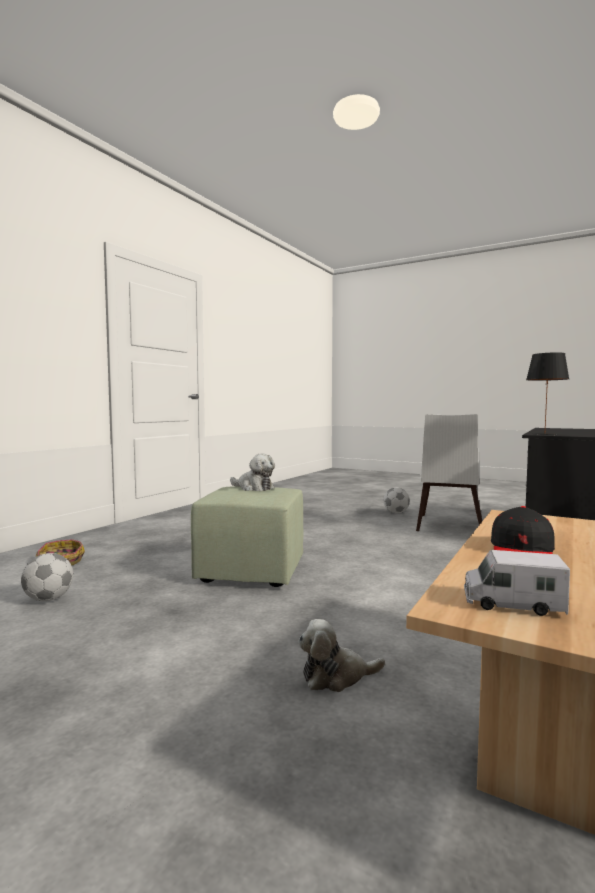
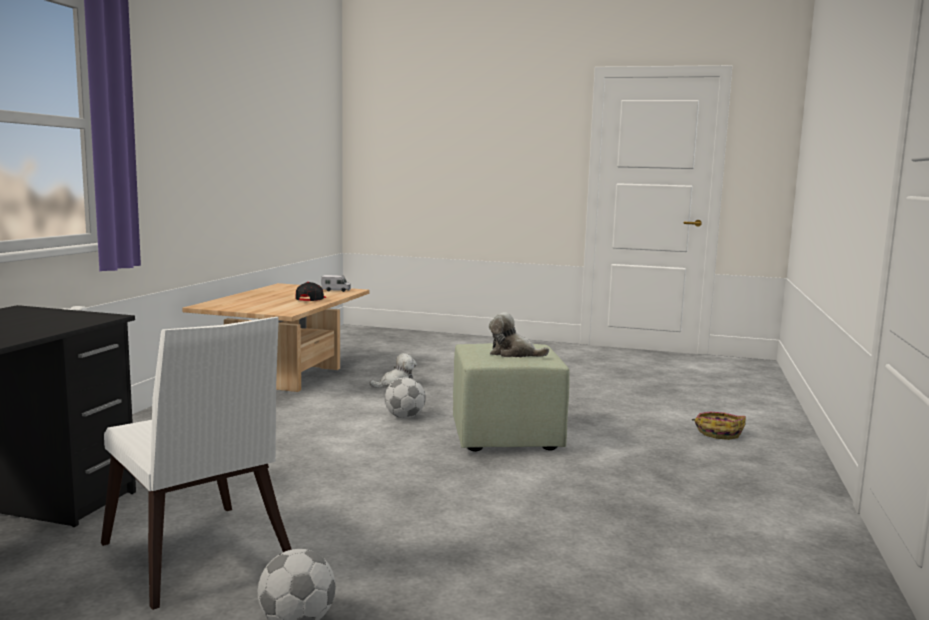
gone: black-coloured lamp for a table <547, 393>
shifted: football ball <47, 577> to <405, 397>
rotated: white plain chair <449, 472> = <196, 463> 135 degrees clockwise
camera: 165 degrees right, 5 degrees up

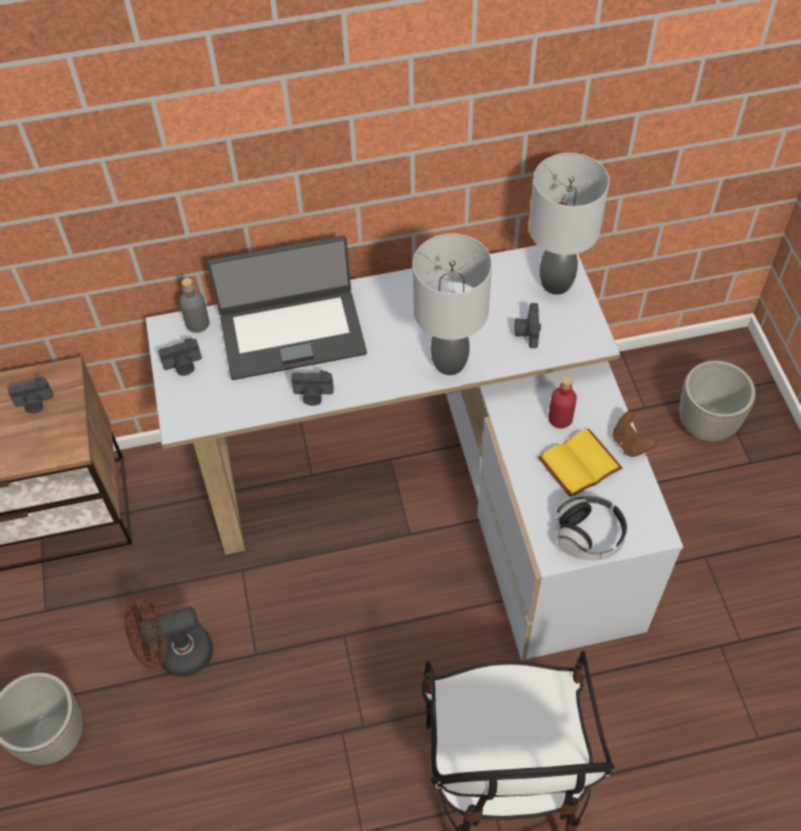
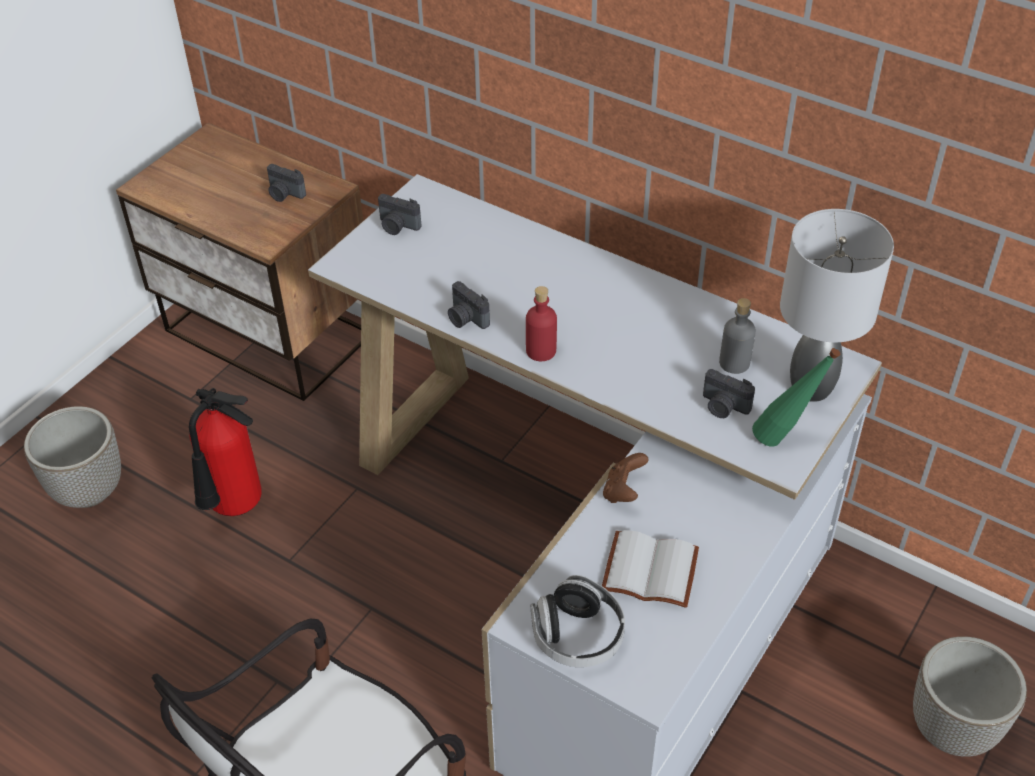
gone: laptop <287, 307>; greyish lamp for a table <452, 304>
new: greenish drink bottle <796, 397>
shifted: greyish drink bottle <194, 305> to <737, 336>; reddish drink bottle <562, 402> to <541, 323>; brown gamepad <634, 434> to <625, 478>
swapped: brown fan <168, 636> to extinguisher <225, 452>
repainted: yellow-coloured bound book <580, 462> to white bound book <650, 569>
rotated: still camera <528, 325> = <729, 393> 105 degrees counterclockwise
camera: 45 degrees right, 10 degrees down

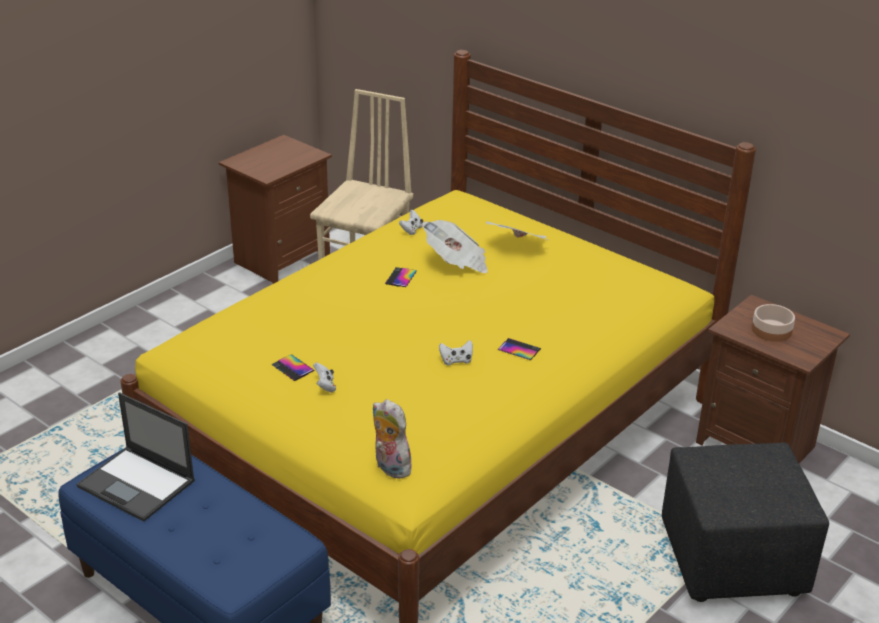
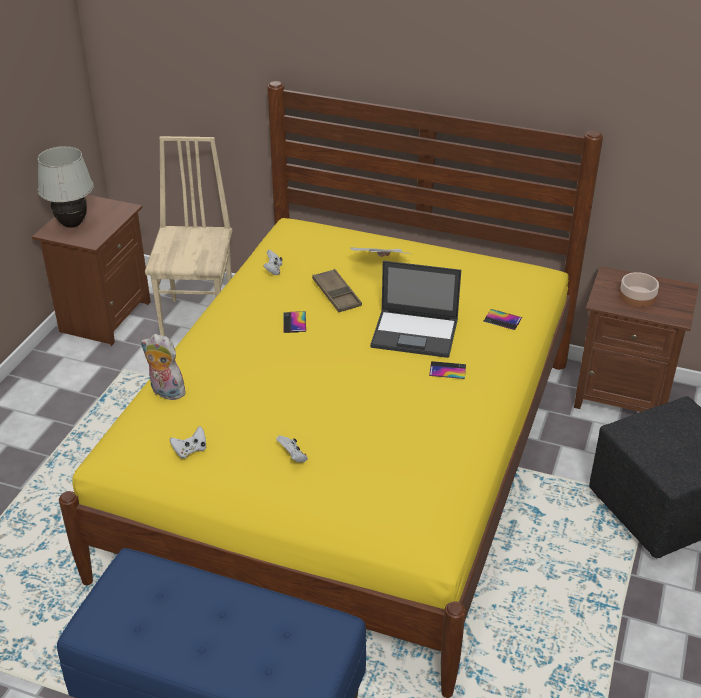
new: white lamp for a table <66, 187>
shifted: laptop <136, 457> to <415, 309>; handset <293, 367> to <503, 319>; soft toy <393, 439> to <163, 367>; white gamepad <456, 353> to <188, 442>
swapped: newspaper <455, 246> to brown carrying tray <337, 291>
camera: 20 degrees left, 5 degrees up

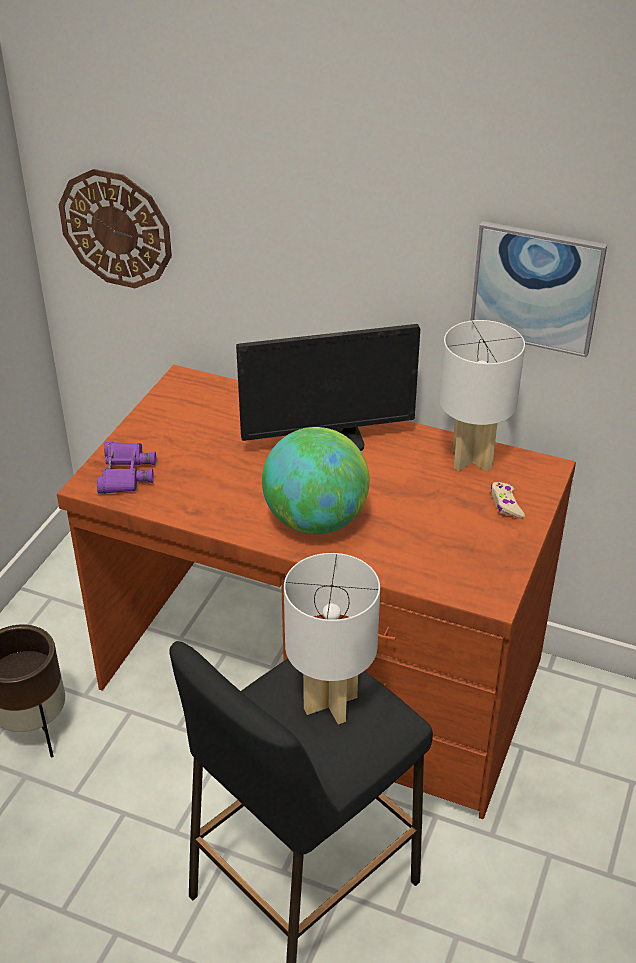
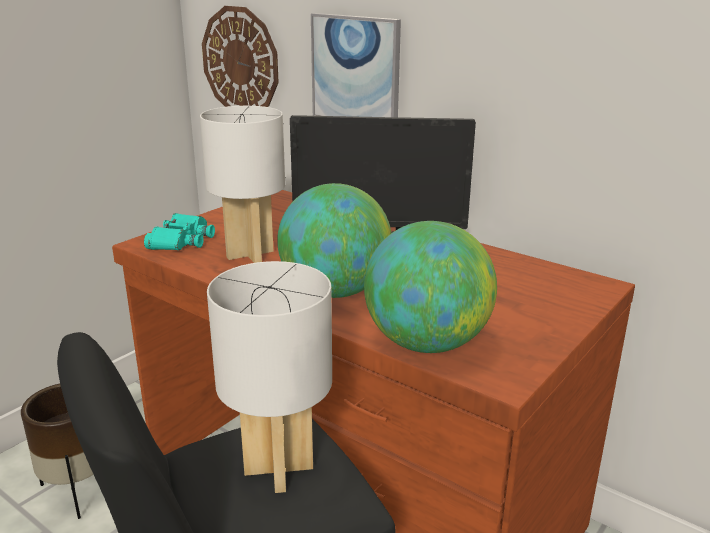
gone: beige gamepad <508, 500>
new: globe <430, 287>
shifted: white lamp for a table <482, 396> to <242, 184>; wall art <539, 289> to <356, 65>
repainted: purple-coloured field glasses <126, 467> to turquoise field glasses <179, 231>
camera: 15 degrees right, 15 degrees down

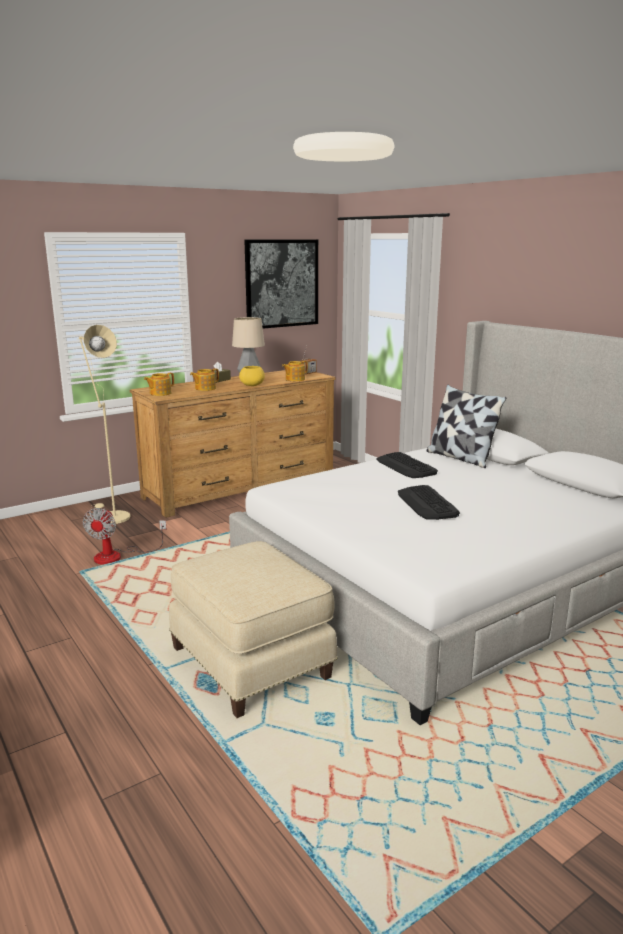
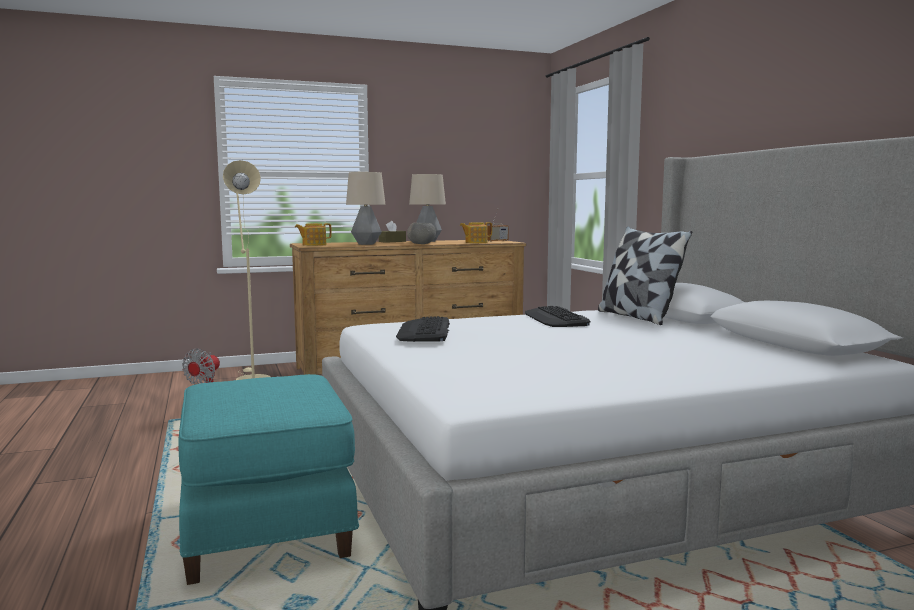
gone: wall art <281, 284>
shifted: computer keyboard <429, 502> to <423, 329>
swapped: tea pot <204, 379> to lamp for a table <366, 208>
repainted: beige footrest <253, 629> to turquoise footrest <268, 479>; yellow-coloured serving bowl <252, 376> to greyish serving bowl <421, 233>
camera: 15 degrees right, 10 degrees down

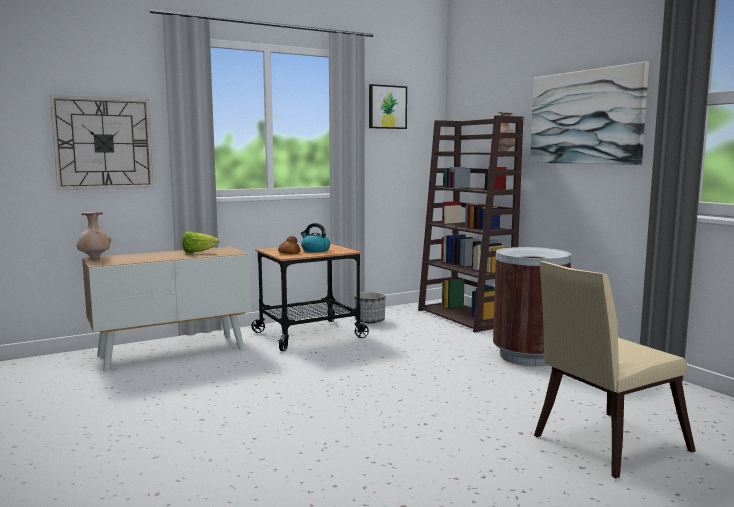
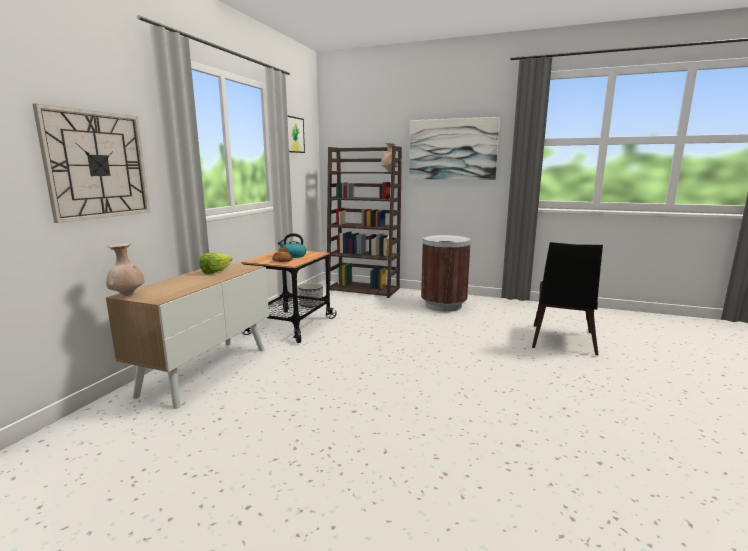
repainted: beige plain chair <615, 369> to black-coloured plain chair <567, 298>
camera: 40 degrees left, 5 degrees up

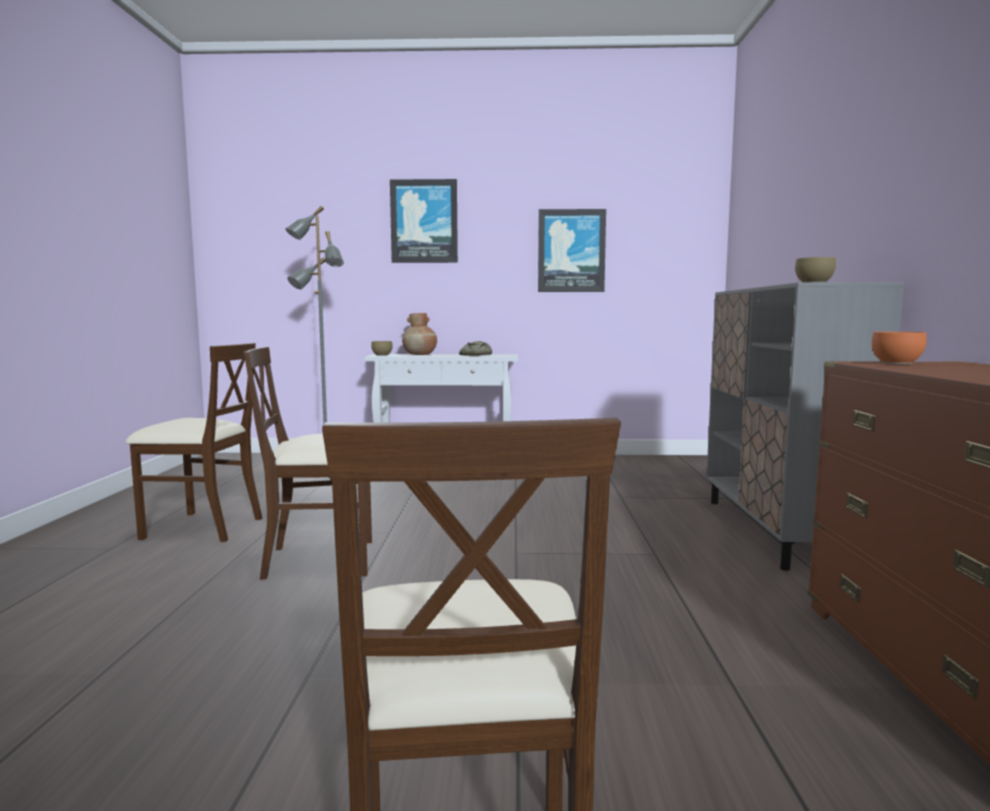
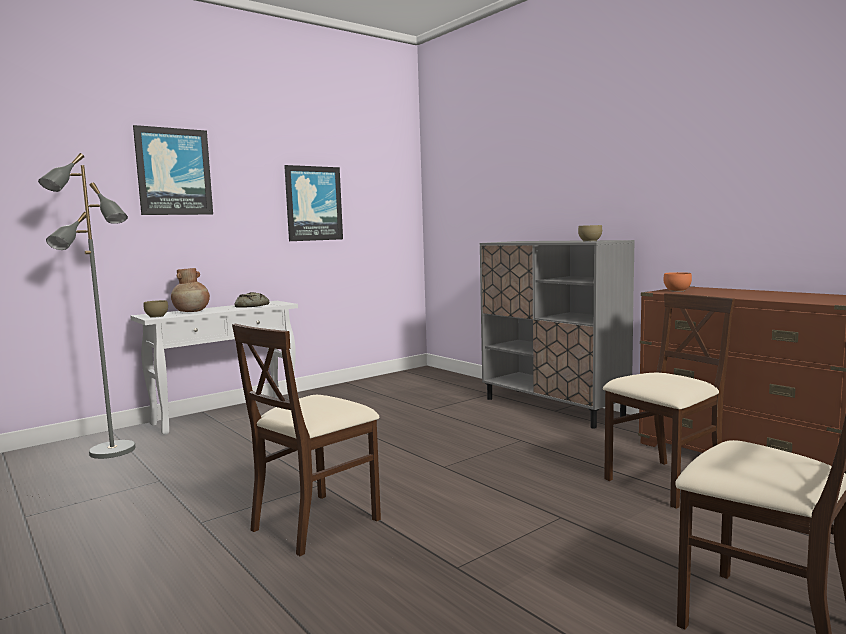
shifted: beige plain chair <194, 442> to <669, 401>
camera: 40 degrees left, 0 degrees up

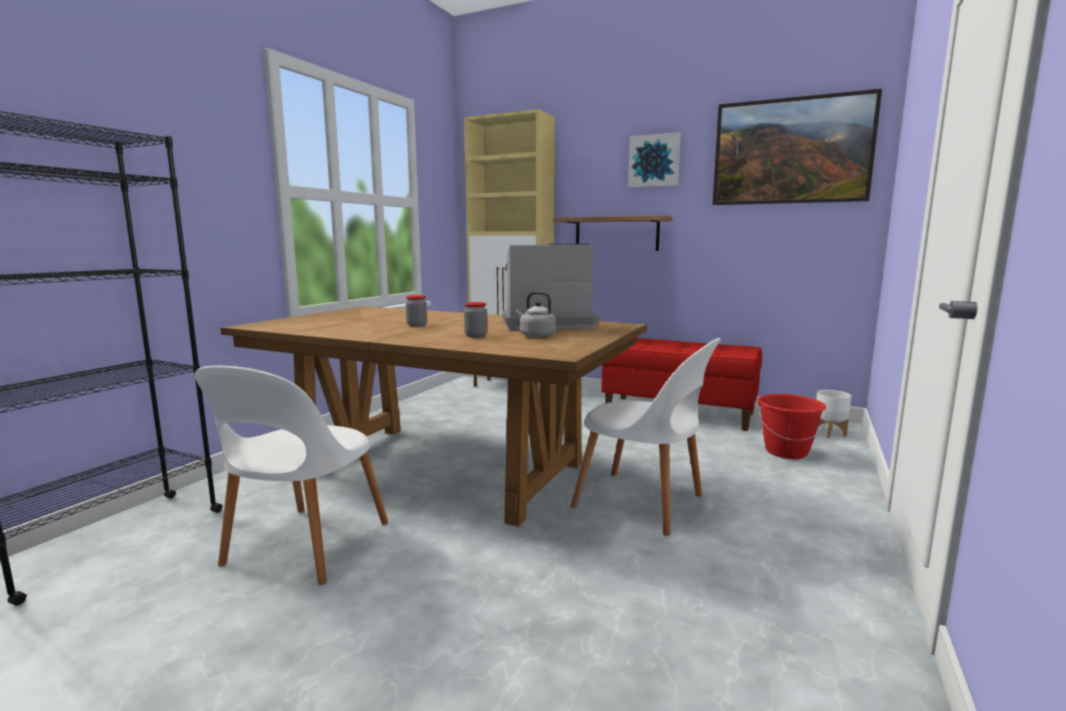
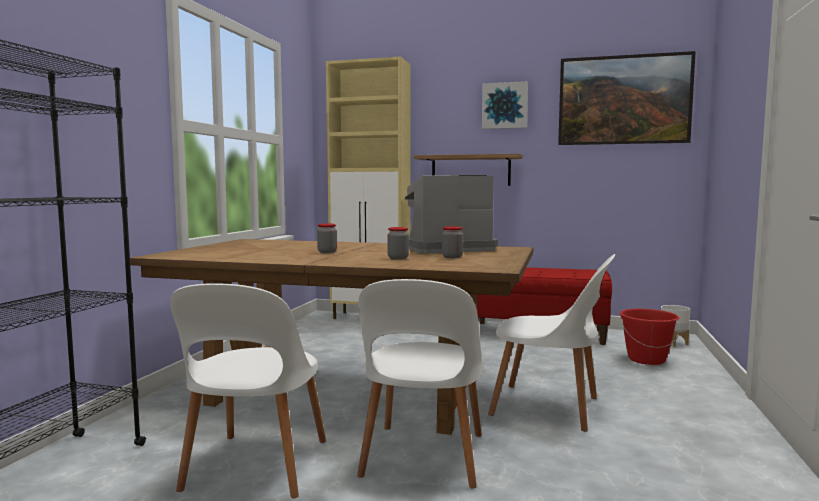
new: white plain chair <420, 384>
swapped: greyish tea kettle <536, 314> to preserve jar <452, 242>
camera: 10 degrees left, 5 degrees down

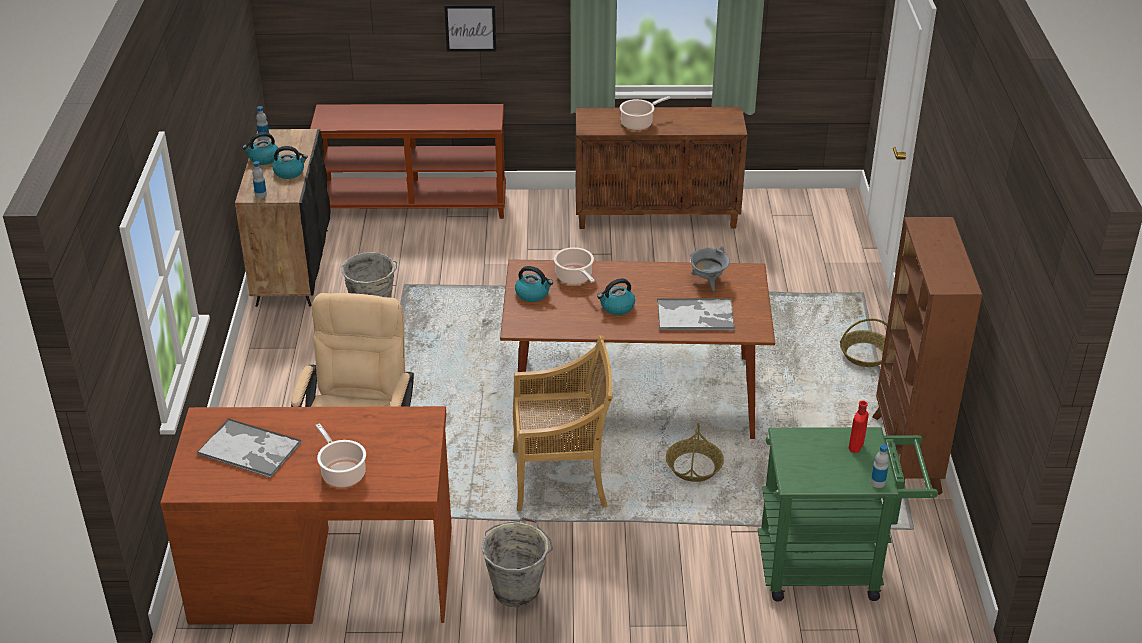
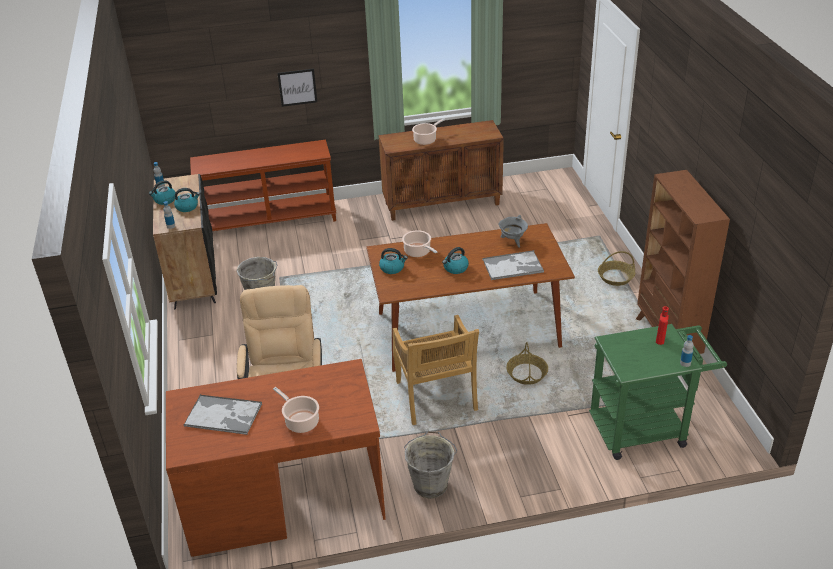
rotated: beige plain chair <563, 423> = <436, 370> 90 degrees clockwise
camera: 10 degrees left, 0 degrees up

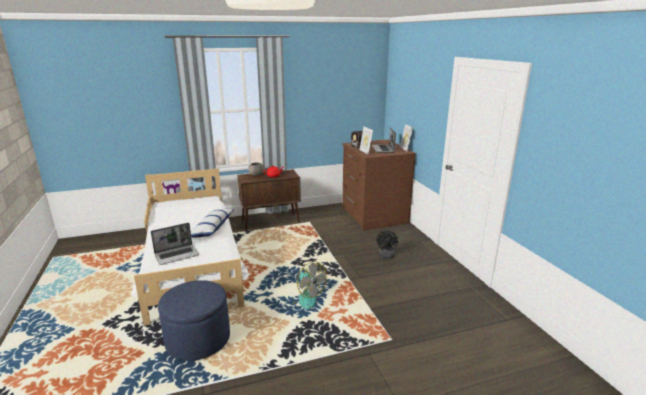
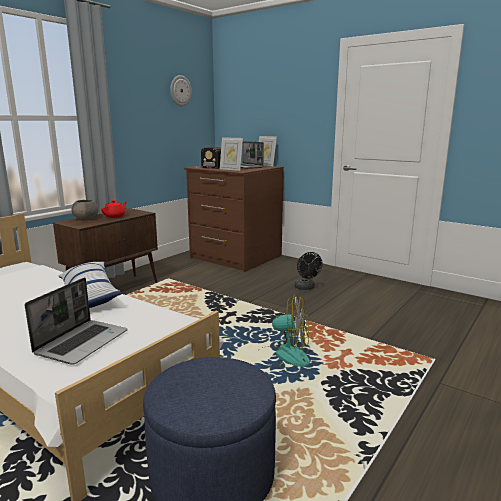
new: clock on the wall <181, 90>
camera: 35 degrees left, 5 degrees down

